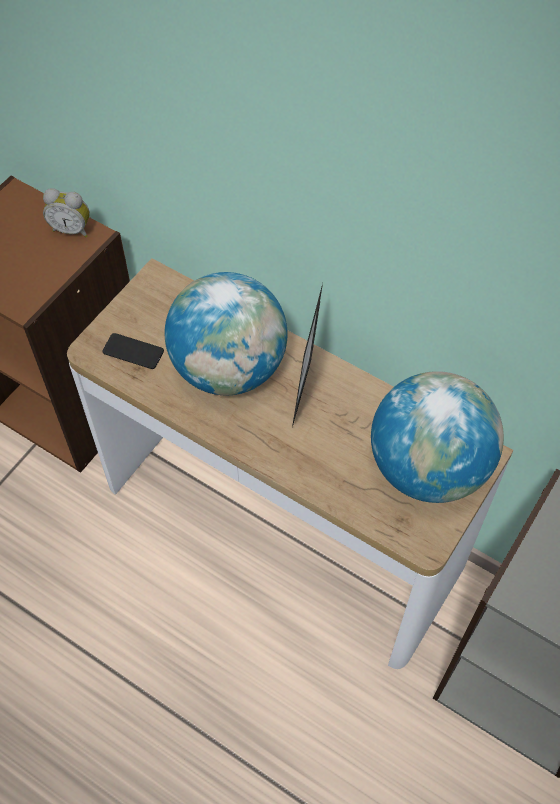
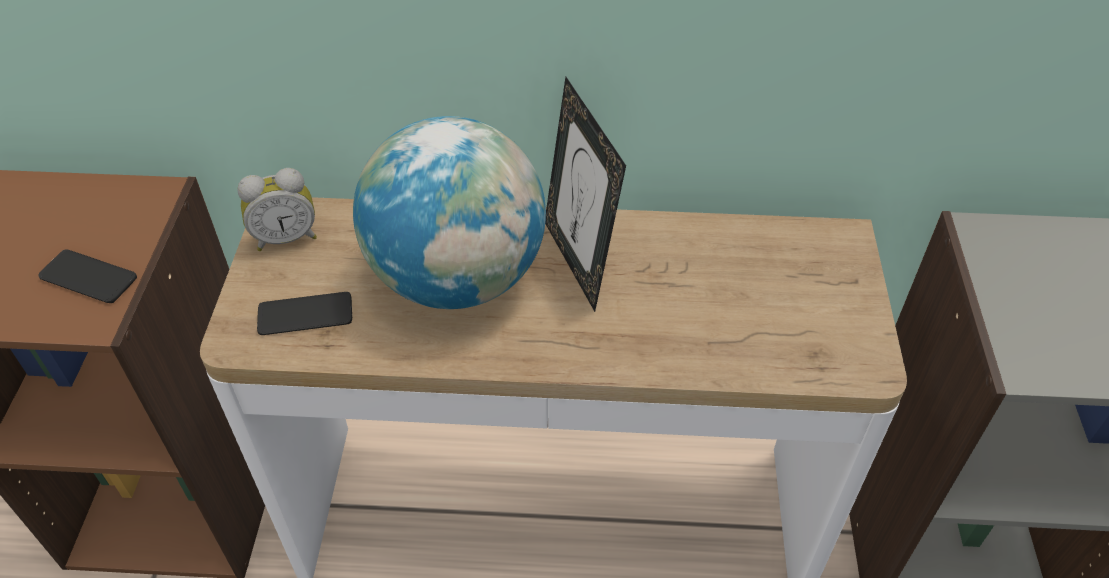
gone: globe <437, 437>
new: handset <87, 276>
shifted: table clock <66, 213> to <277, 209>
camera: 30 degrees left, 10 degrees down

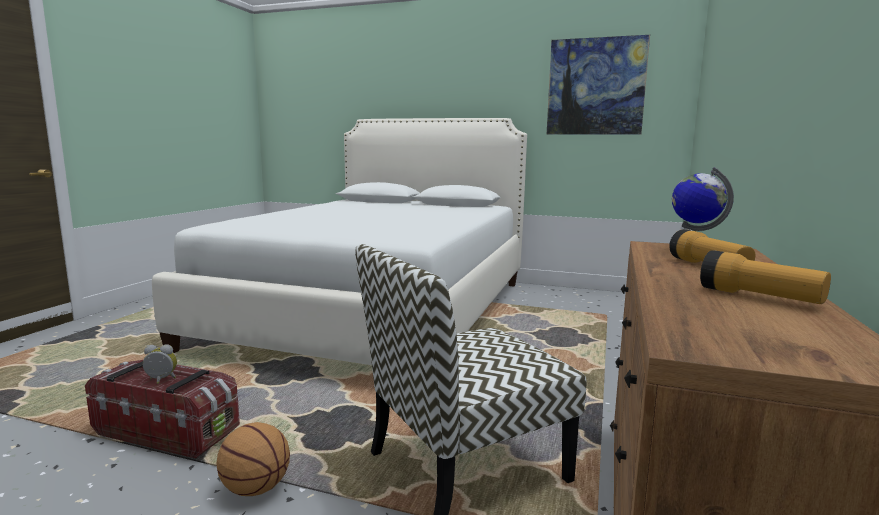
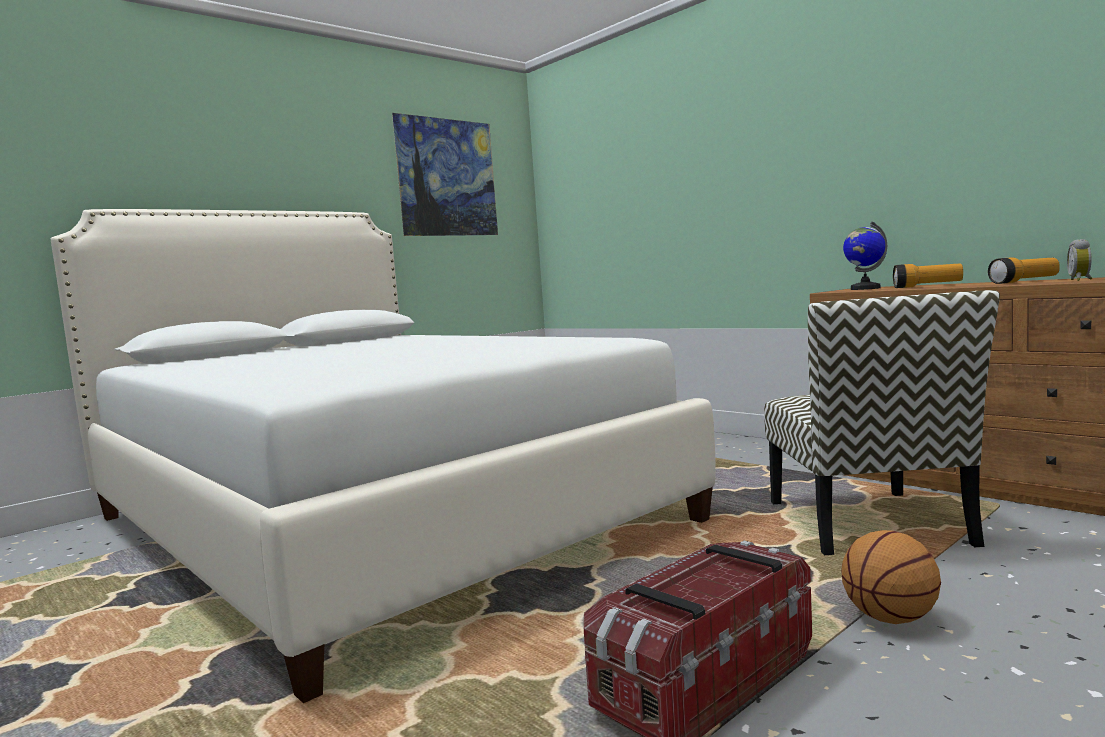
shifted: table clock <160, 364> to <1079, 260>
camera: 60 degrees left, 5 degrees down

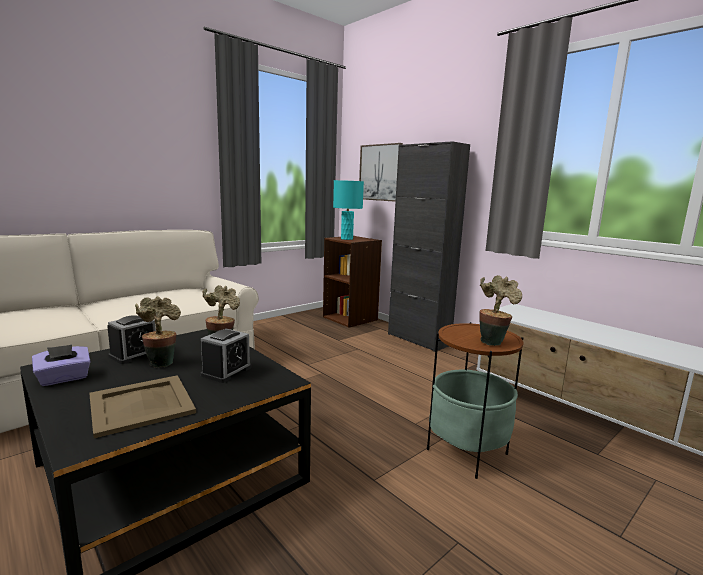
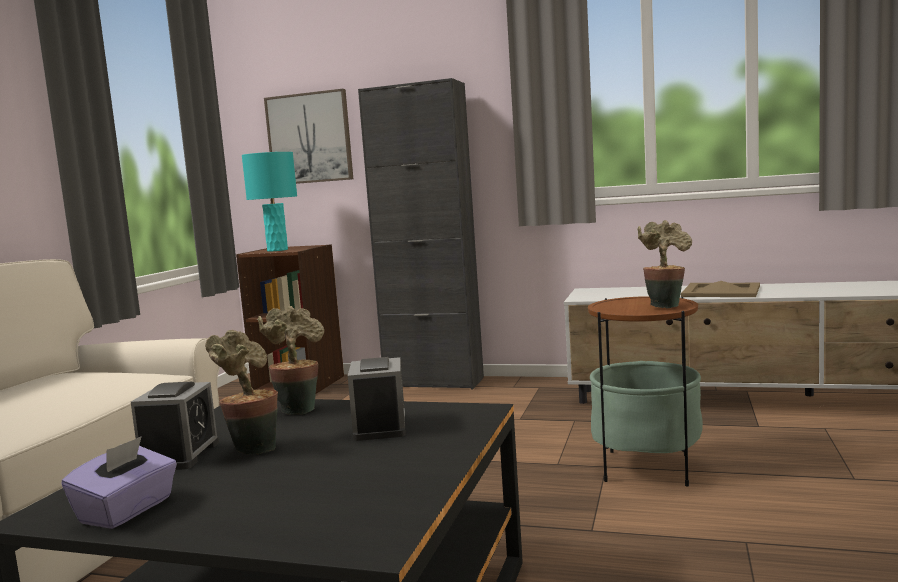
shifted: beige carrying tray <142, 406> to <720, 289>
camera: 30 degrees left, 5 degrees down

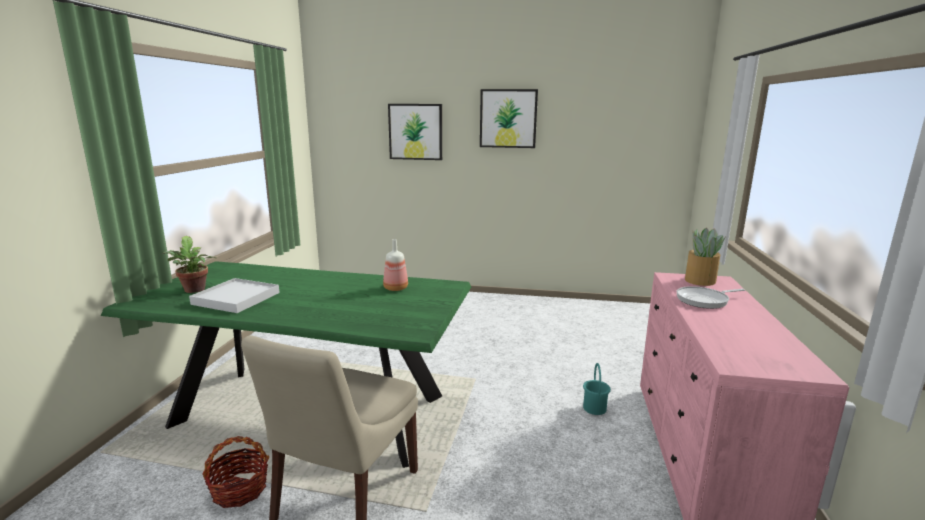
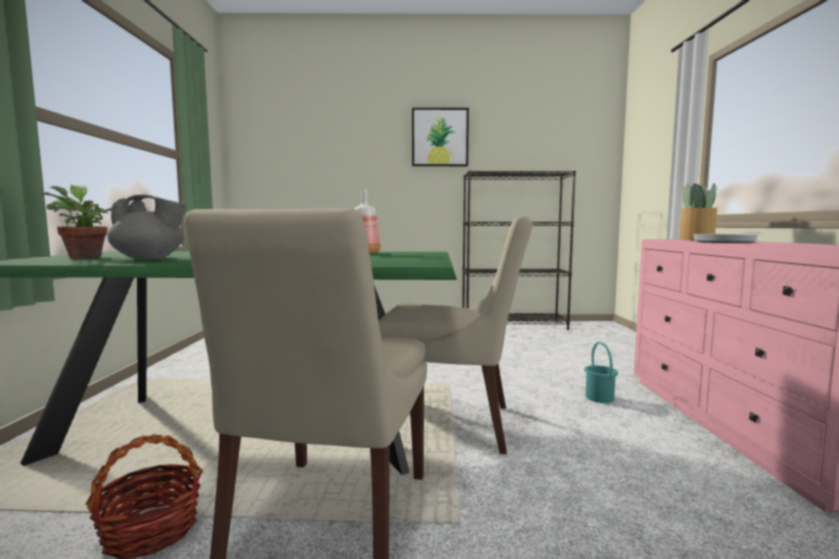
gone: wall art <415, 132>
new: beige plain chair <455, 335>; black-coloured bookcase <519, 250>
swapped: white carrying tray <234, 295> to greyish tea pot <147, 227>
camera: 10 degrees left, 10 degrees down

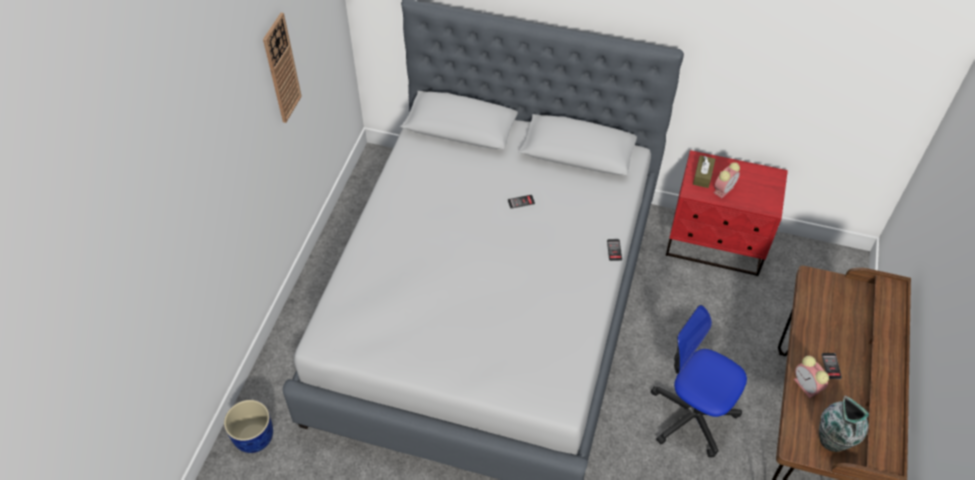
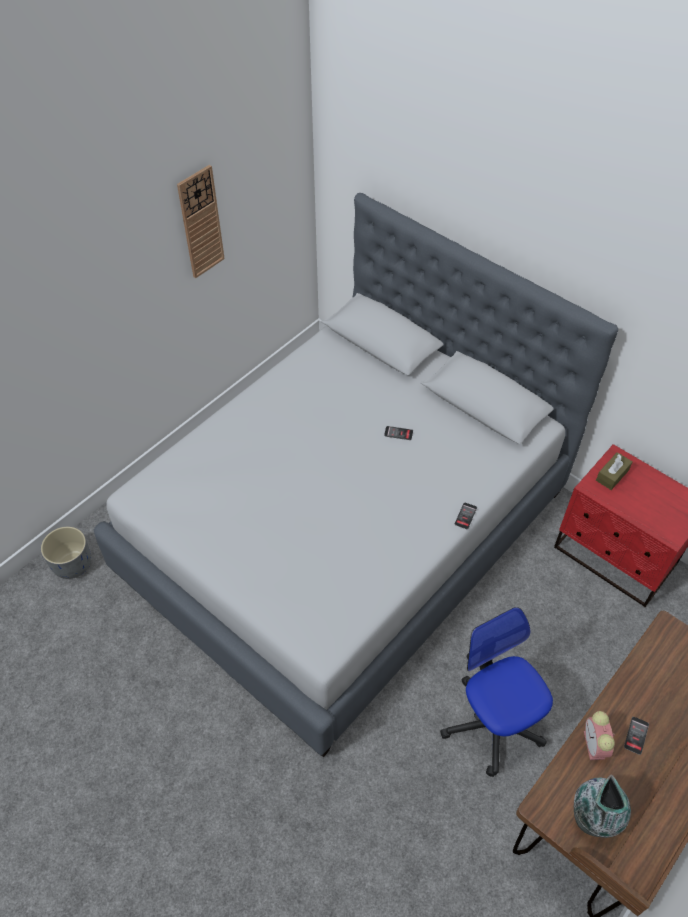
gone: table clock <727, 180>
repainted: blue-coloured plant pot <248, 426> to greyish plant pot <66, 552>
camera: 25 degrees right, 0 degrees up

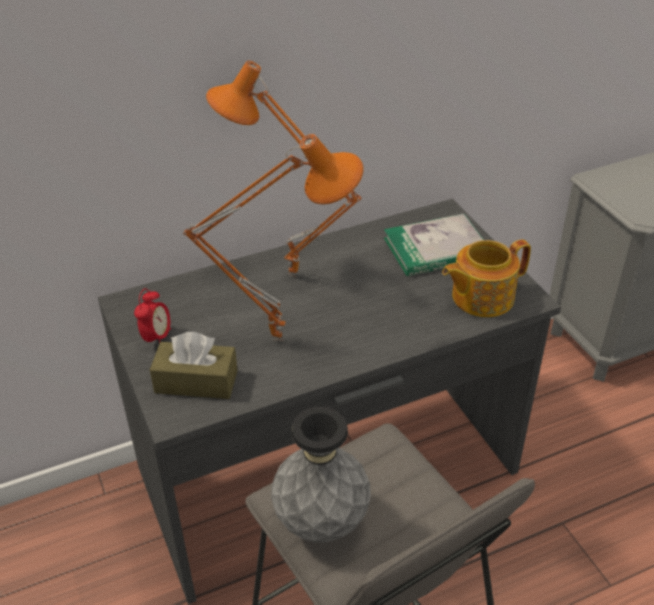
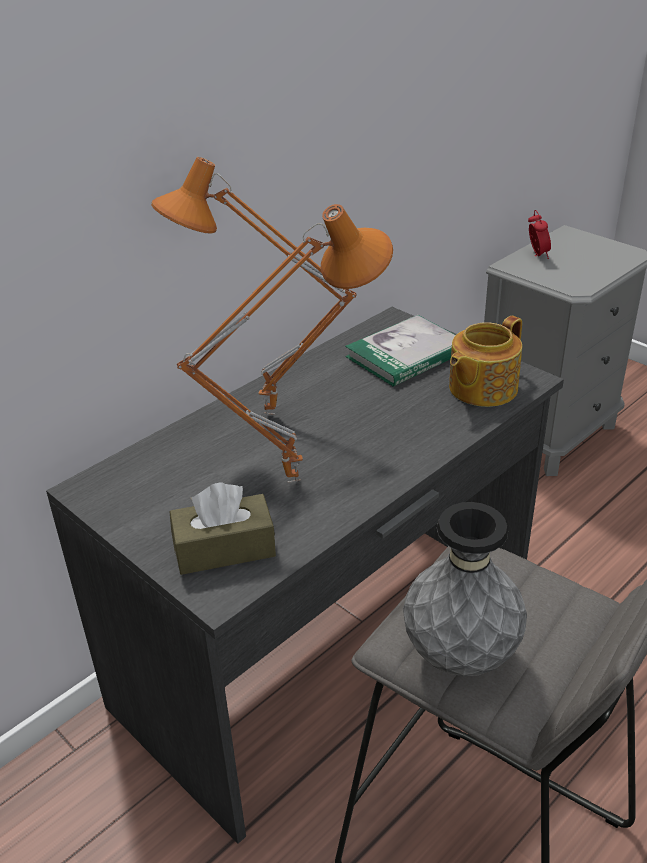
shifted: table clock <152, 316> to <539, 234>
camera: 20 degrees left, 5 degrees down

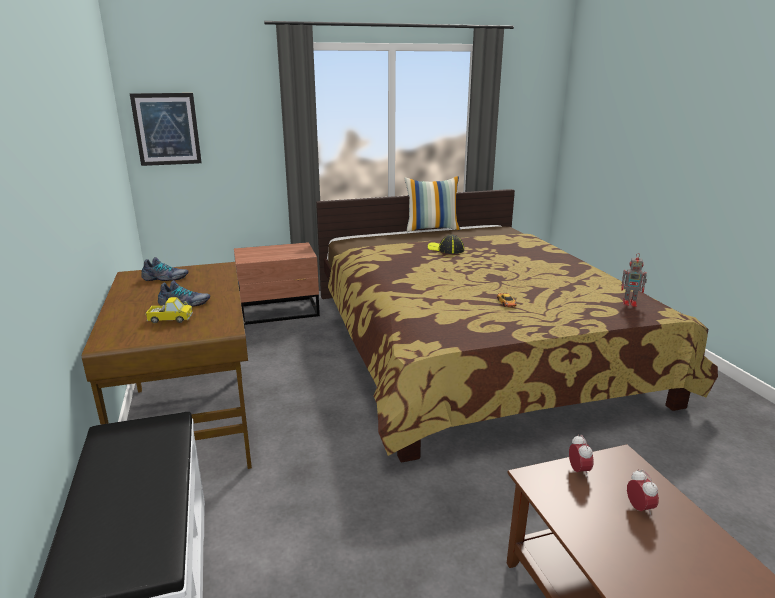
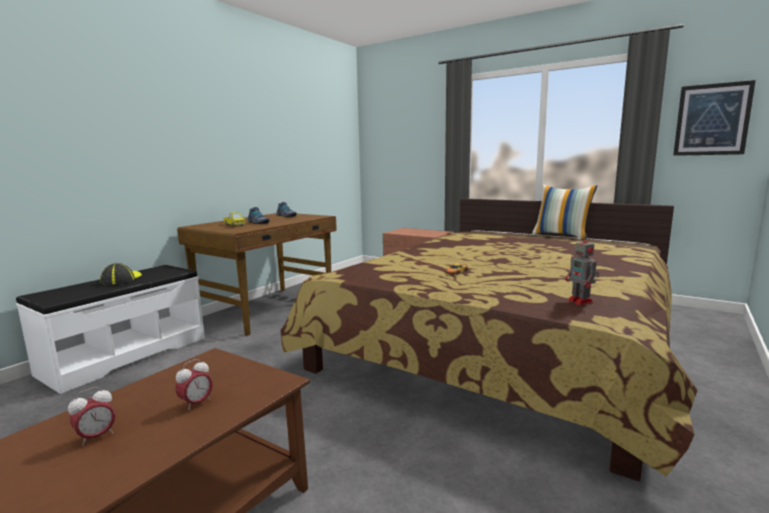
shifted: wall art <166, 129> to <714, 118>; cap <446, 244> to <121, 274>; table clock <581, 456> to <92, 416>
camera: 50 degrees right, 10 degrees down

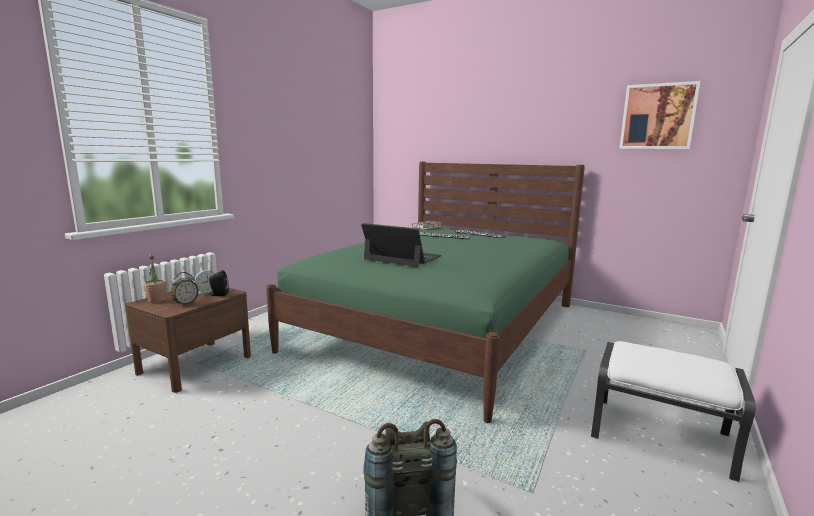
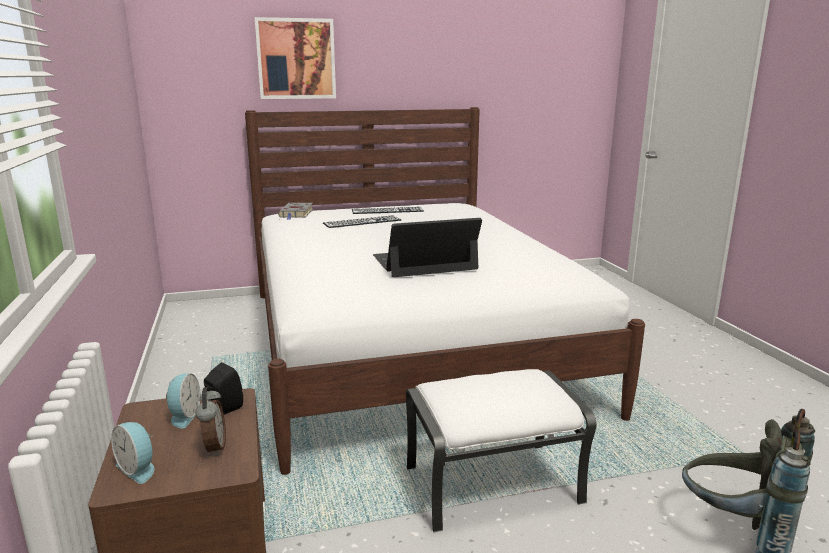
shifted: white footrest <673, 411> to <501, 450>; wall art <659, 115> to <295, 58>
swapped: plant in a pot <155, 278> to table clock <132, 453>
repainted: greenish sleeping bed <425, 292> to white sleeping bed <445, 291>
camera: 45 degrees left, 5 degrees up

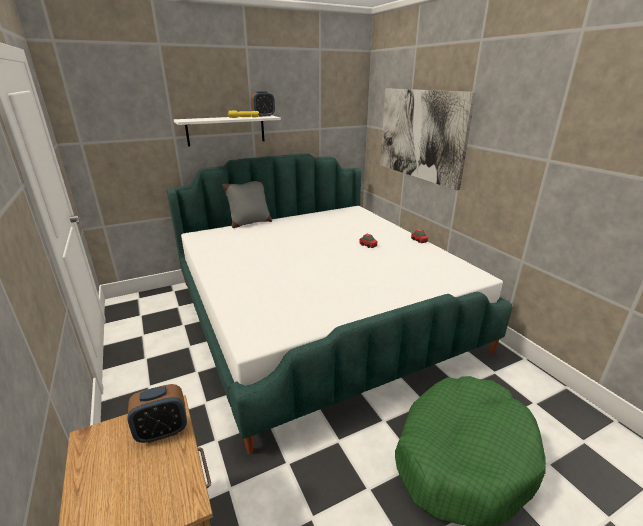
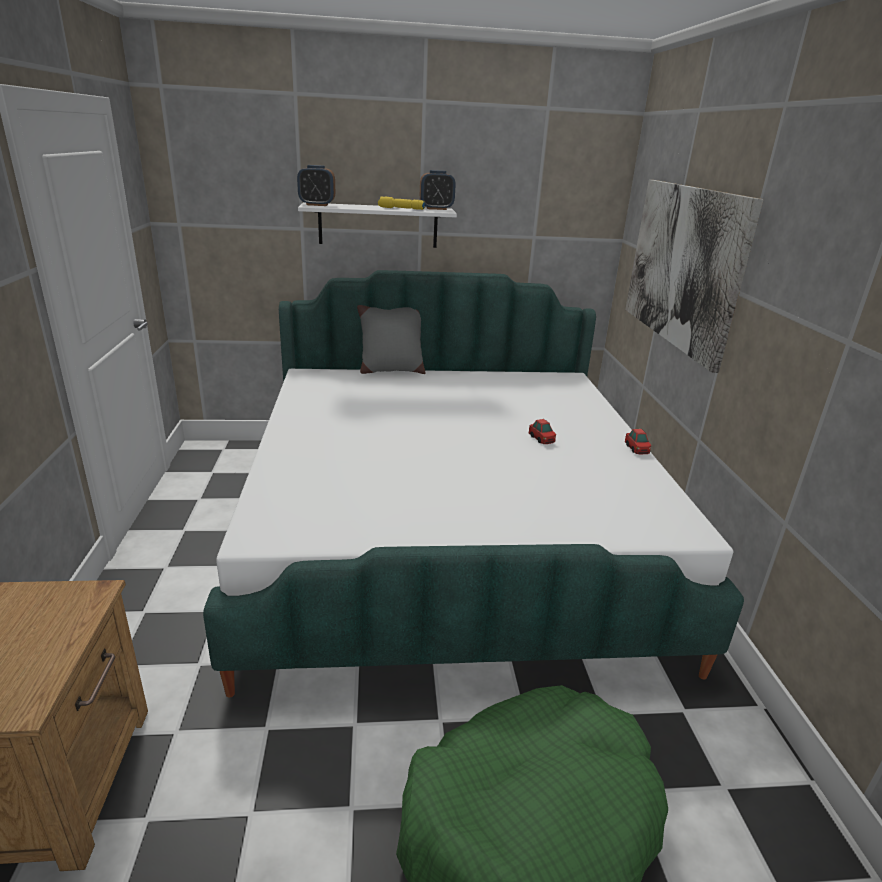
shifted: table clock <157, 413> to <316, 185>
camera: 20 degrees right, 0 degrees up

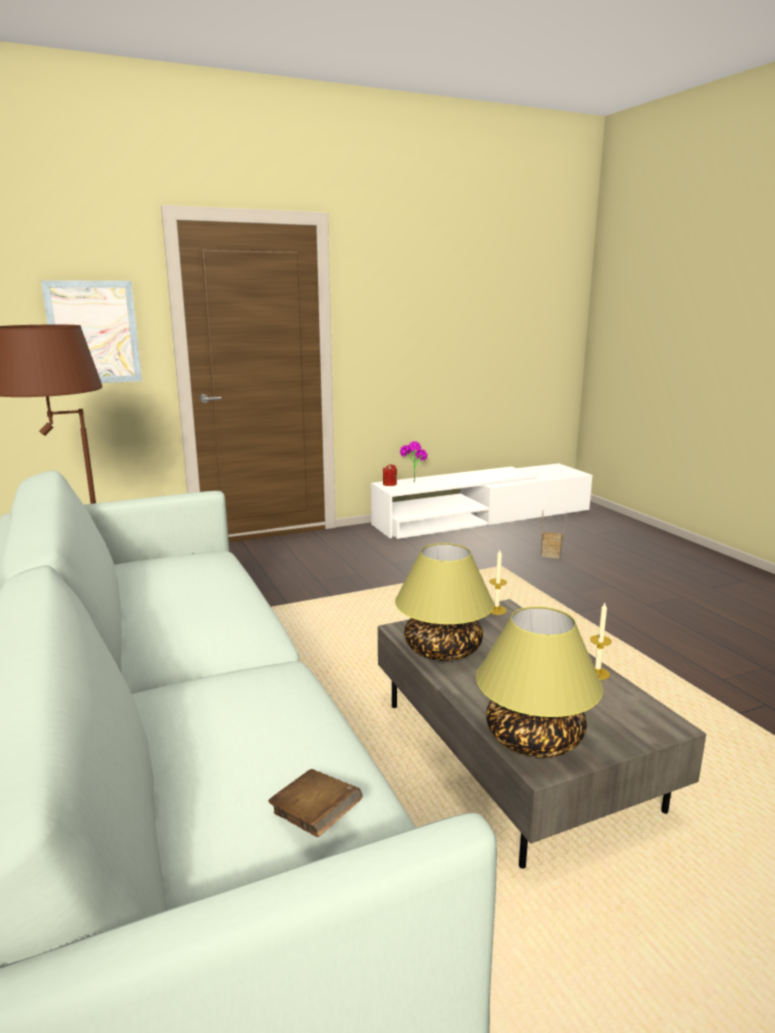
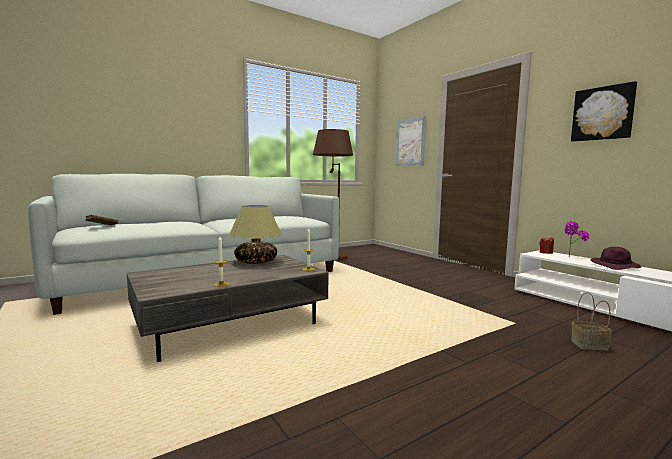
gone: lamp for a table <539, 682>
new: wall art <604, 111>; purple-coloured clothing hat <615, 258>
camera: 80 degrees right, 10 degrees down

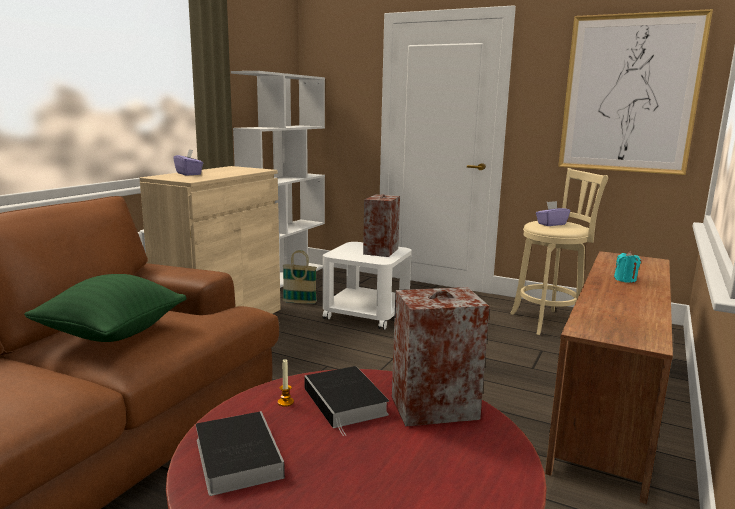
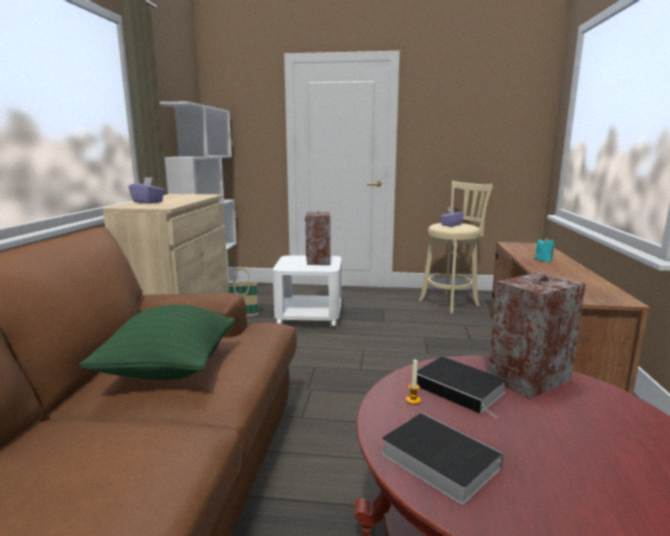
gone: wall art <635, 92>
camera: 20 degrees left, 0 degrees up

